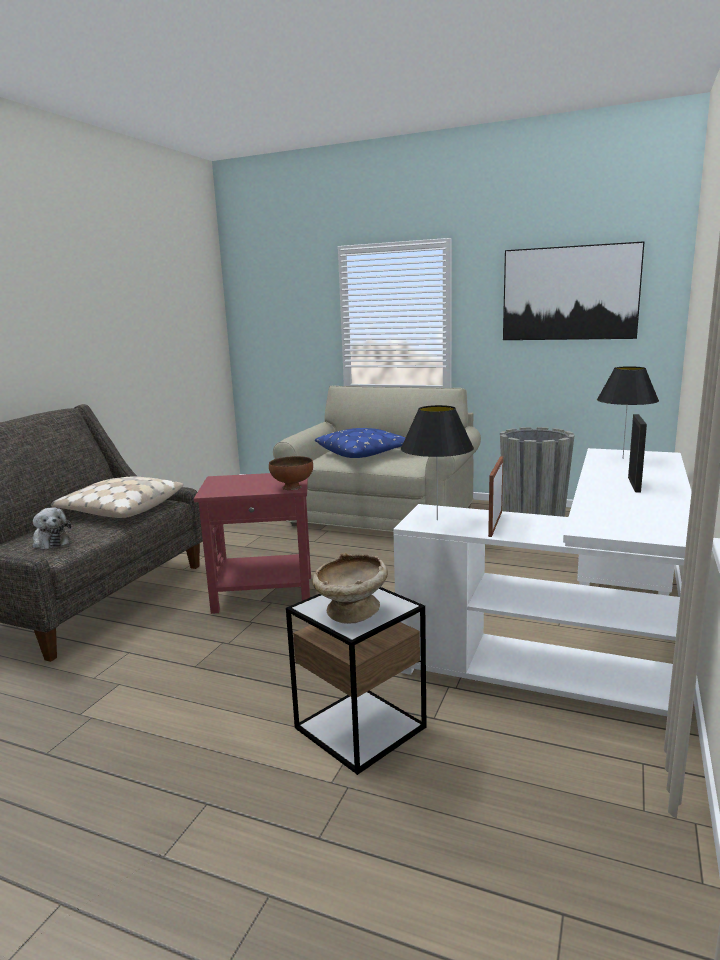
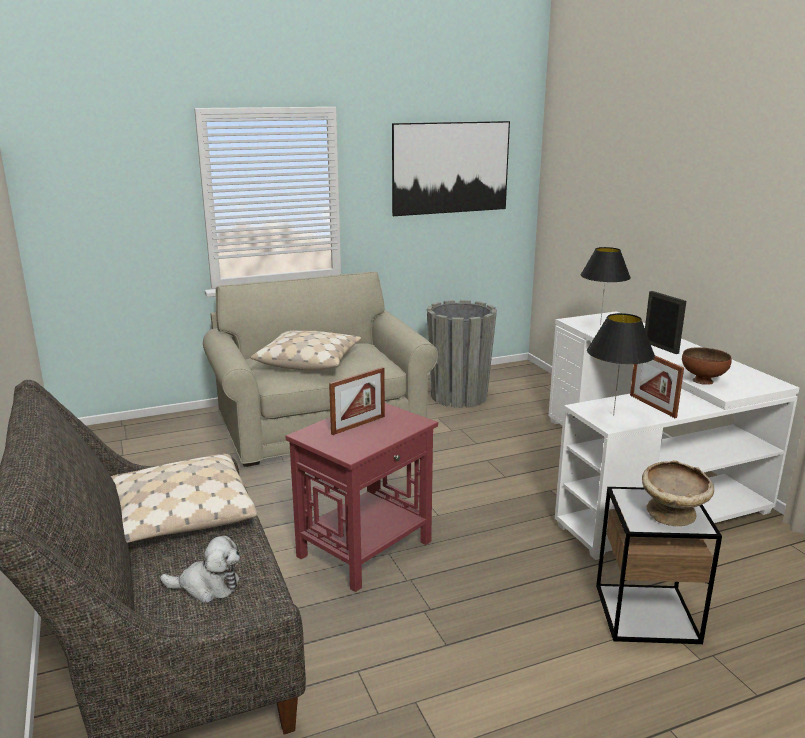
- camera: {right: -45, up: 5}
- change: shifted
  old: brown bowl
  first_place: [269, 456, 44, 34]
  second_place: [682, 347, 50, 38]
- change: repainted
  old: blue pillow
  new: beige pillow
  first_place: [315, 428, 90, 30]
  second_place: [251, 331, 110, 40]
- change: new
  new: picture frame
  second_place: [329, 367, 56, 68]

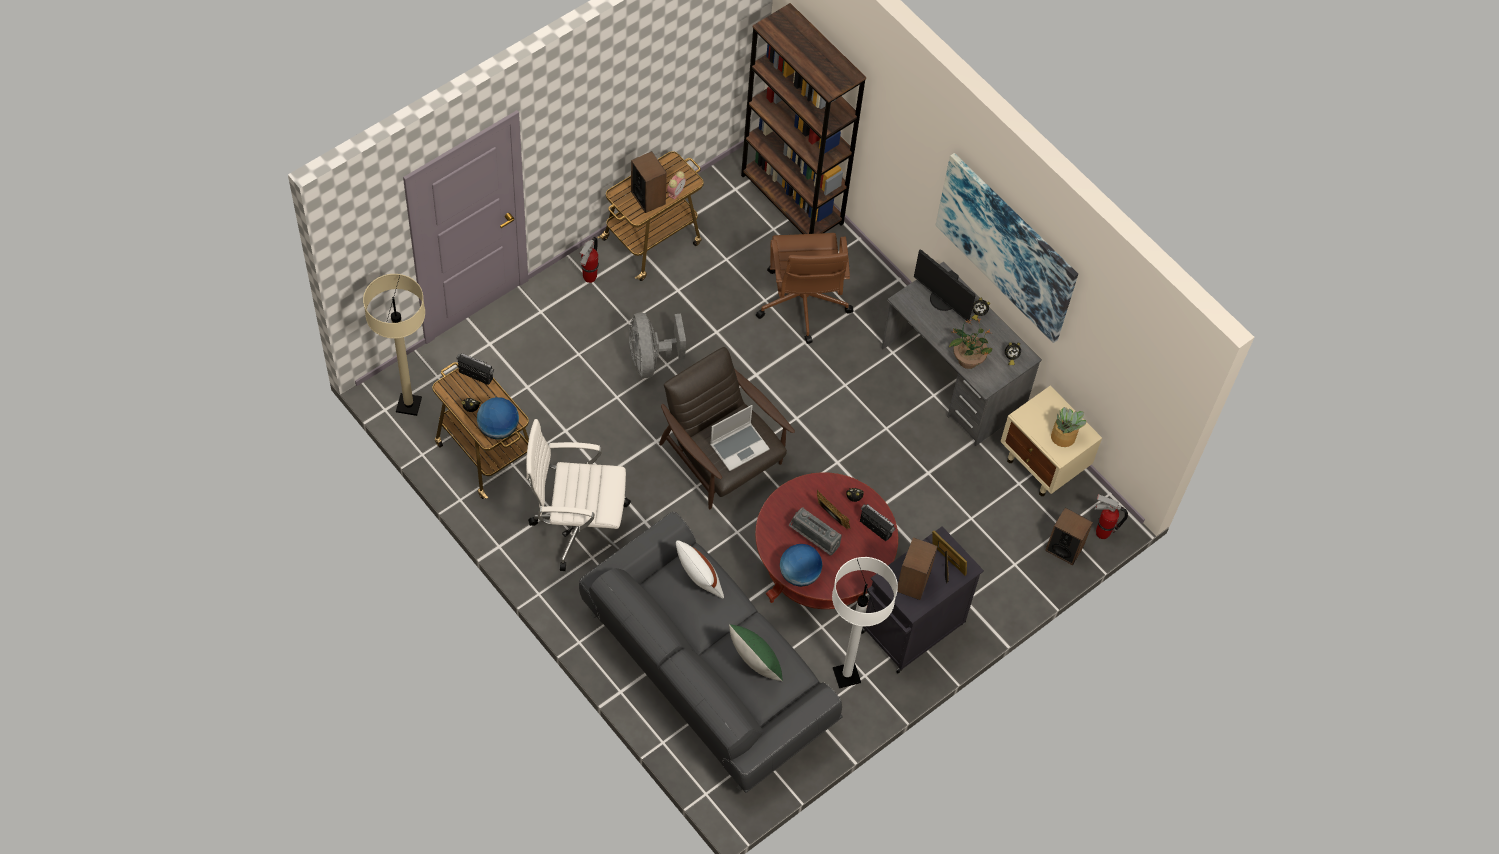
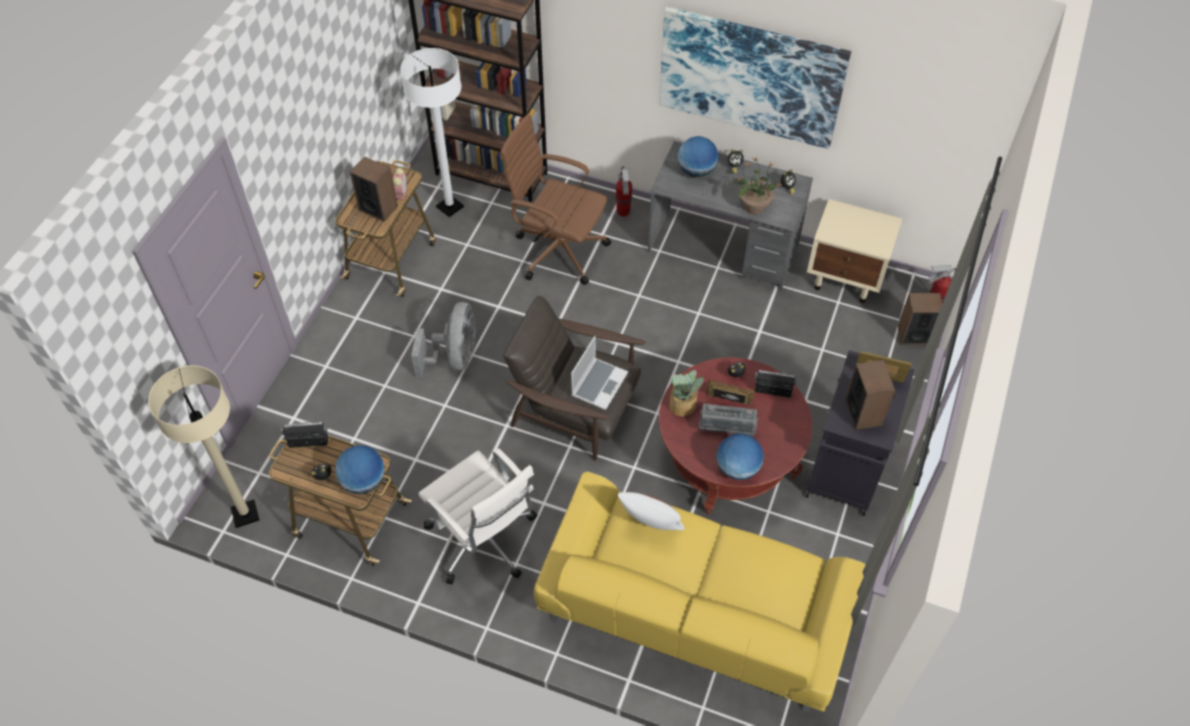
- camera: {right: -25, up: -5}
- change: rotated
  old: white office chair
  first_place: [526, 419, 105, 152]
  second_place: [418, 448, 119, 136]
  degrees: -105
- change: shifted
  old: fire extinguisher
  first_place: [579, 237, 20, 46]
  second_place: [615, 167, 17, 50]
- change: repainted
  old: grey sofa
  new: yellow sofa
  first_place: [579, 512, 264, 281]
  second_place: [534, 471, 331, 242]
- change: rotated
  old: grey fan
  first_place: [629, 313, 57, 65]
  second_place: [411, 302, 65, 75]
  degrees: -135
- change: gone
  old: green pillow
  first_place: [729, 624, 54, 57]
- change: rotated
  old: brown office chair
  first_place: [756, 233, 97, 111]
  second_place: [500, 114, 111, 171]
  degrees: 150
- change: shifted
  old: white floor lamp
  first_place: [832, 557, 66, 131]
  second_place: [401, 48, 63, 169]
- change: swapped
  old: monitor
  new: globe
  first_place: [914, 250, 62, 71]
  second_place: [678, 136, 40, 41]
- change: shifted
  old: potted plant
  first_place: [1051, 407, 36, 40]
  second_place: [669, 370, 35, 47]

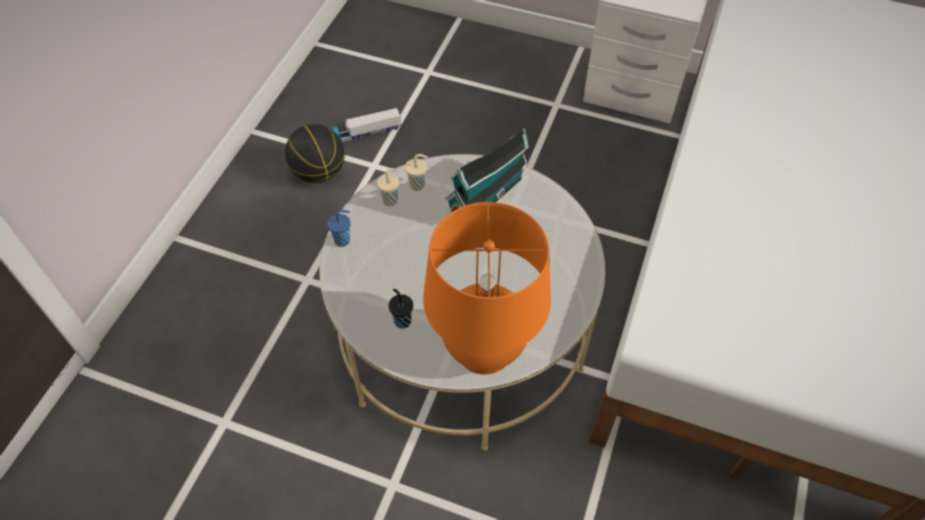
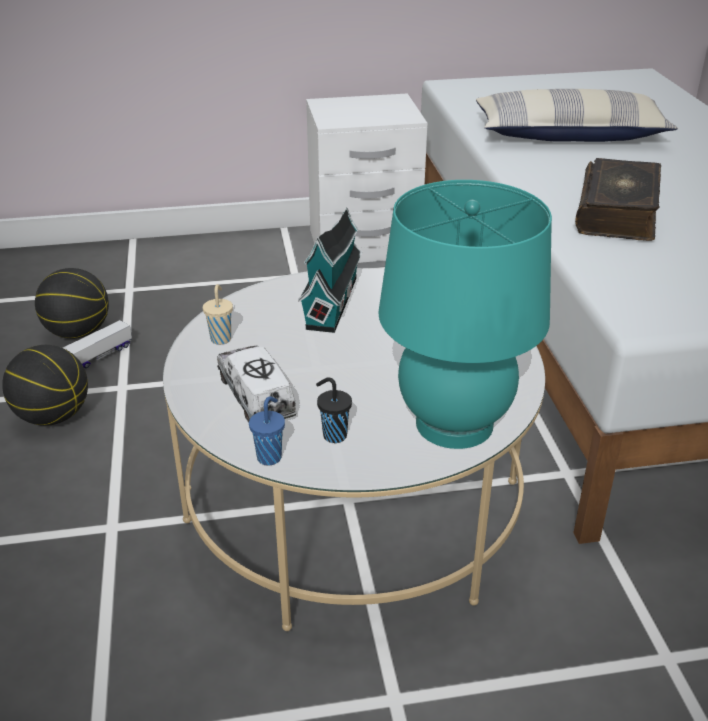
- camera: {right: -30, up: -20}
- change: shifted
  old: blue cup
  first_place: [327, 210, 23, 37]
  second_place: [249, 396, 36, 69]
- change: gone
  old: beige cup
  first_place: [405, 154, 22, 37]
- change: repainted
  old: orange table lamp
  new: turquoise table lamp
  first_place: [423, 202, 128, 172]
  second_place: [379, 180, 173, 269]
- change: new
  new: basketball
  second_place: [35, 268, 74, 71]
- change: new
  new: toy truck
  second_place: [217, 346, 80, 76]
- change: new
  new: pillow
  second_place: [476, 89, 202, 53]
- change: new
  new: book
  second_place: [575, 158, 86, 83]

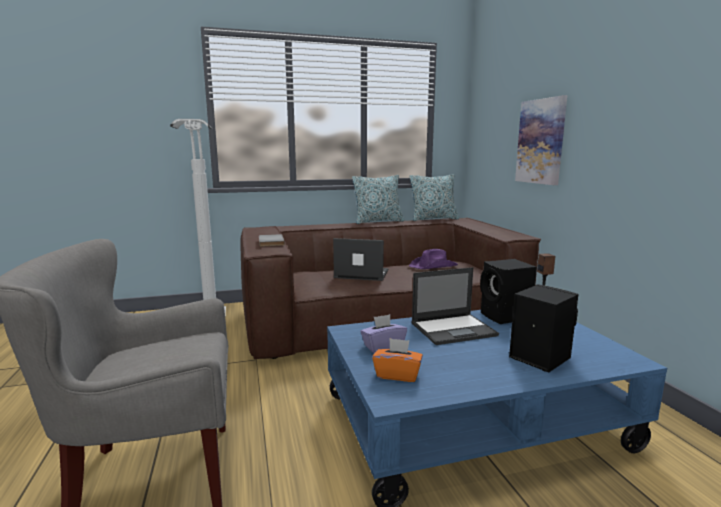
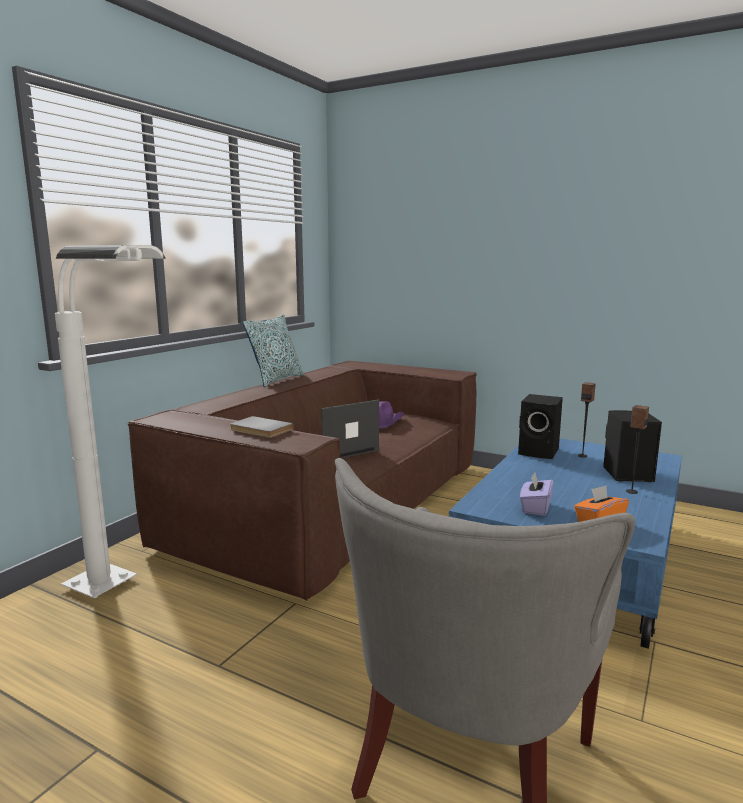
- camera: {right: -45, up: 0}
- change: gone
  old: pillow
  first_place: [409, 174, 50, 47]
- change: gone
  old: laptop
  first_place: [411, 267, 88, 78]
- change: gone
  old: picture
  first_place: [515, 95, 52, 90]
- change: new
  new: speaker
  second_place: [626, 405, 23, 89]

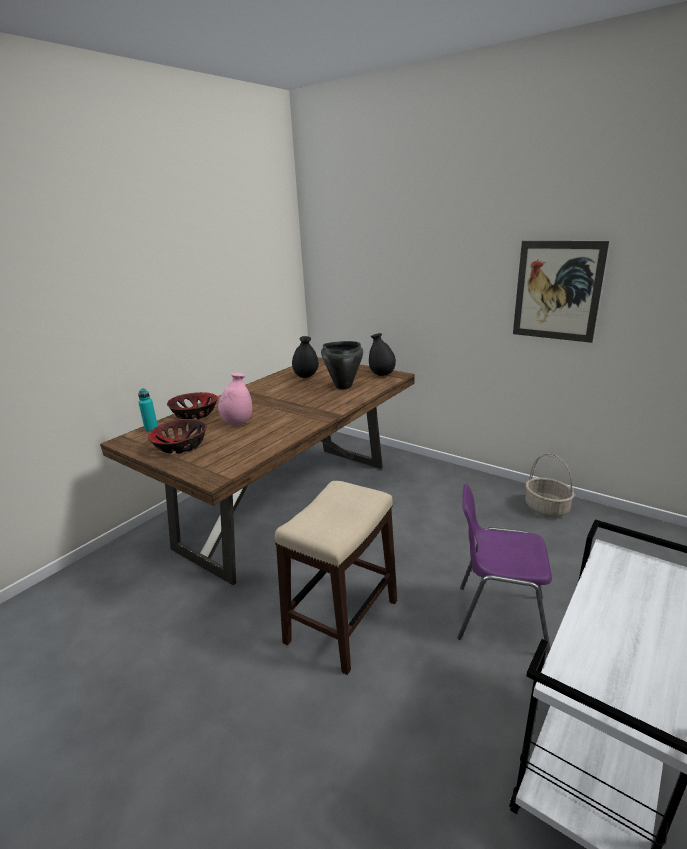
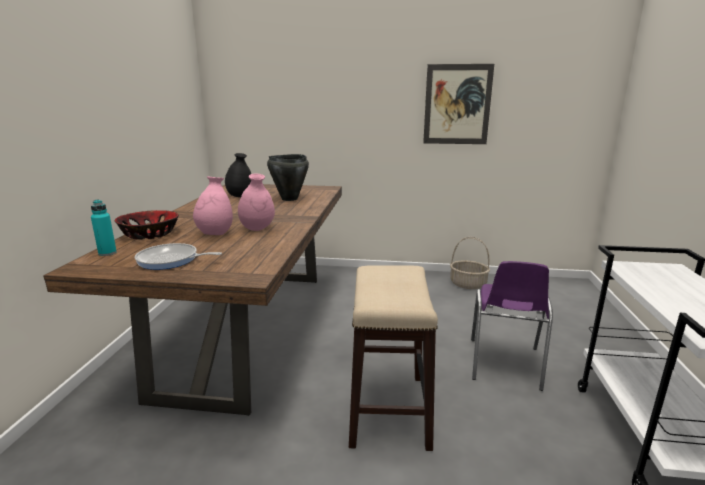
- camera: {right: -30, up: -5}
- change: swapped
  old: bowl
  new: frying pan
  first_place: [148, 419, 59, 35]
  second_place: [135, 243, 87, 27]
- change: gone
  old: black vase
  first_place: [369, 333, 27, 43]
- change: rotated
  old: purple chair
  first_place: [457, 484, 95, 172]
  second_place: [471, 261, 82, 130]
  degrees: -60
- change: new
  new: pink vase
  second_place: [238, 174, 37, 57]

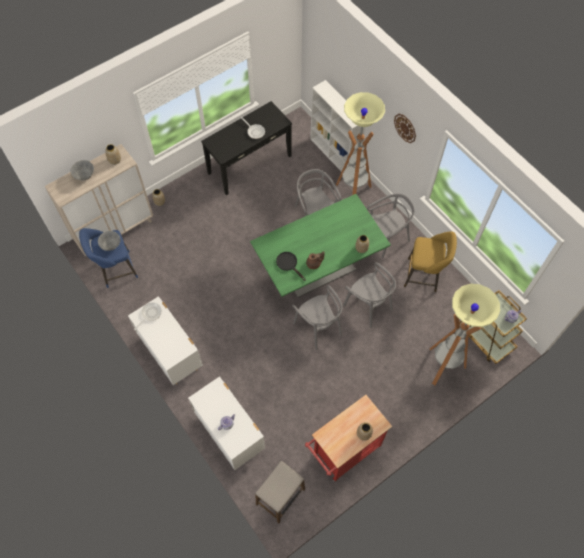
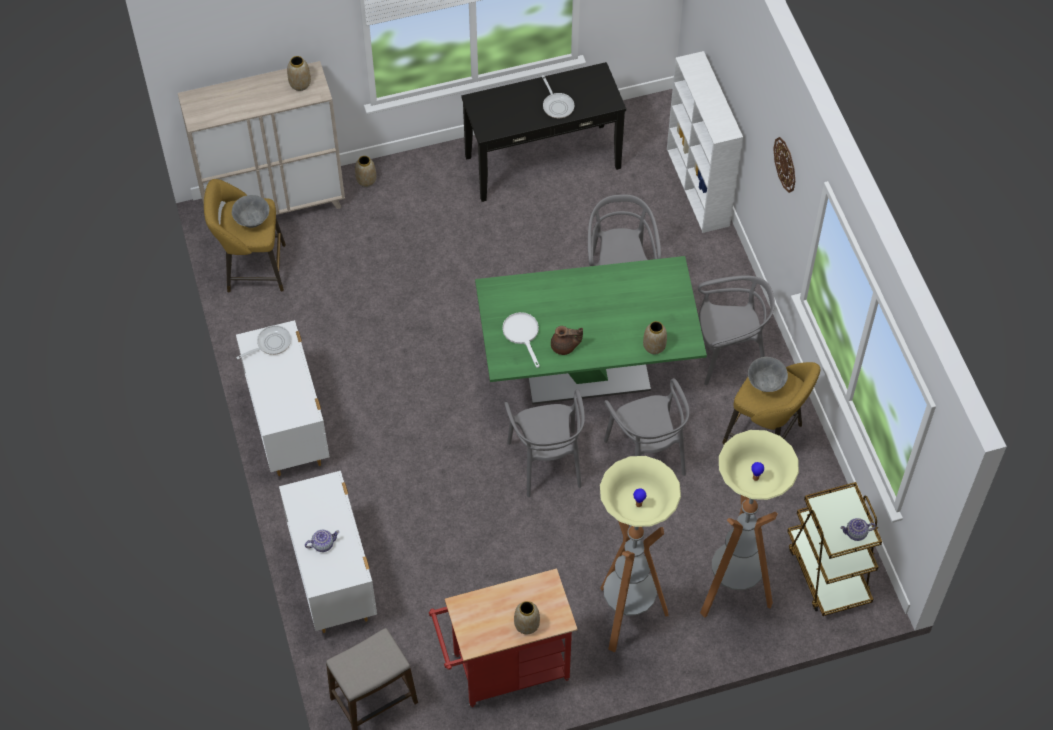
- camera: {right: 20, up: -5}
- change: shifted
  old: grey bowl
  first_place: [71, 160, 23, 20]
  second_place: [748, 357, 40, 35]
- change: repainted
  old: blue stool
  new: yellow stool
  first_place: [79, 228, 59, 60]
  second_place: [204, 179, 82, 113]
- change: repainted
  old: black frying pan
  new: white frying pan
  first_place: [276, 252, 30, 29]
  second_place: [502, 312, 38, 56]
- change: shifted
  old: floor lamp
  first_place: [336, 92, 49, 103]
  second_place: [600, 456, 81, 196]

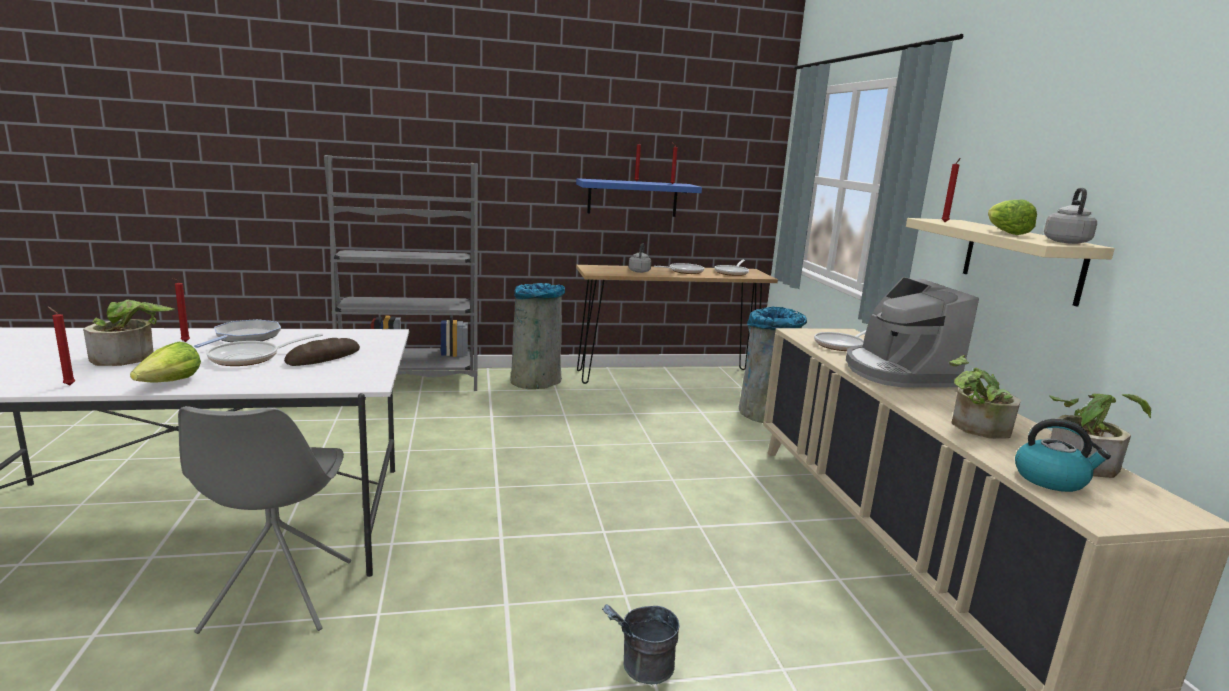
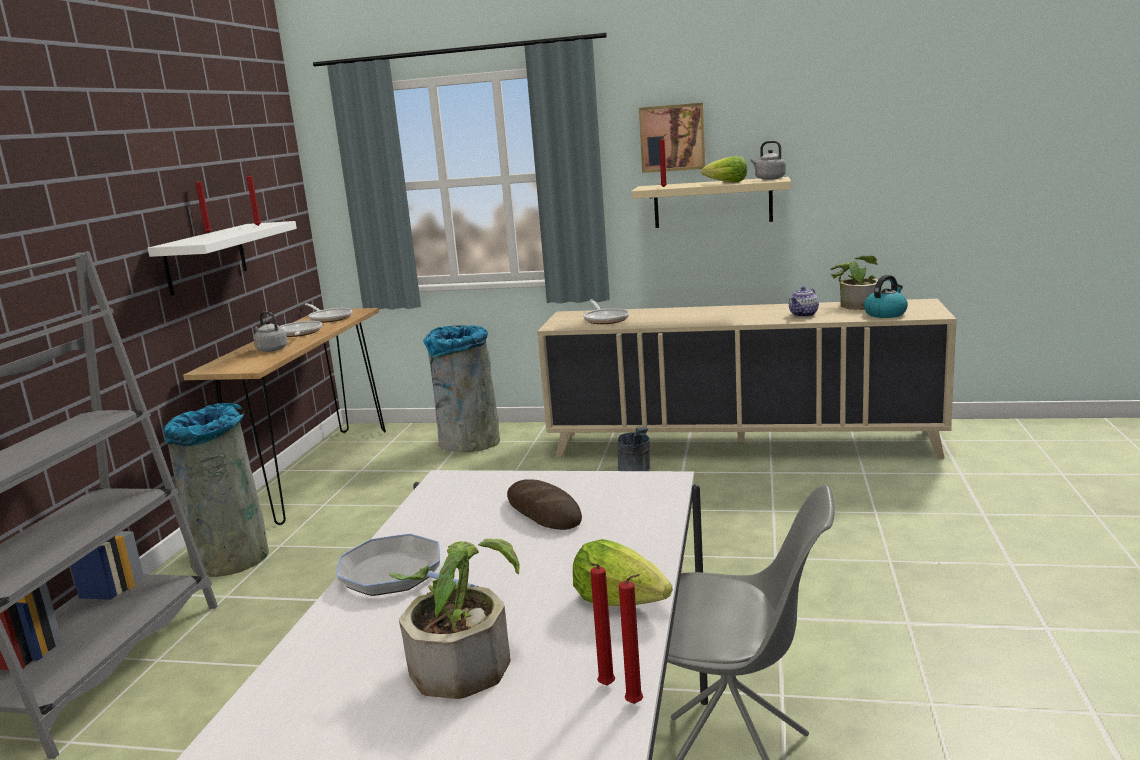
- camera: {right: -65, up: 0}
- change: shifted
  old: red candle
  first_place: [172, 278, 18, 64]
  second_place: [619, 574, 24, 130]
- change: gone
  old: frying pan
  first_place: [206, 333, 117, 33]
- change: repainted
  old: blue shelf
  new: white shelf
  first_place: [576, 178, 126, 39]
  second_place: [148, 221, 149, 75]
- change: shifted
  old: grey bucket
  first_place: [602, 604, 78, 80]
  second_place: [618, 427, 32, 44]
- change: gone
  old: coffee machine
  first_place: [846, 277, 133, 111]
- change: swapped
  old: potted plant
  new: teapot
  first_place: [949, 355, 72, 84]
  second_place: [789, 287, 30, 30]
- change: new
  new: picture
  second_place: [639, 103, 66, 70]

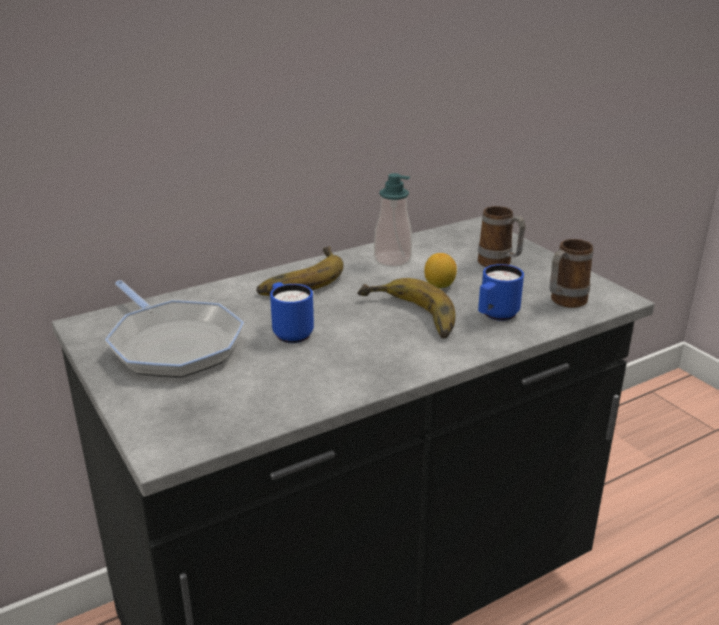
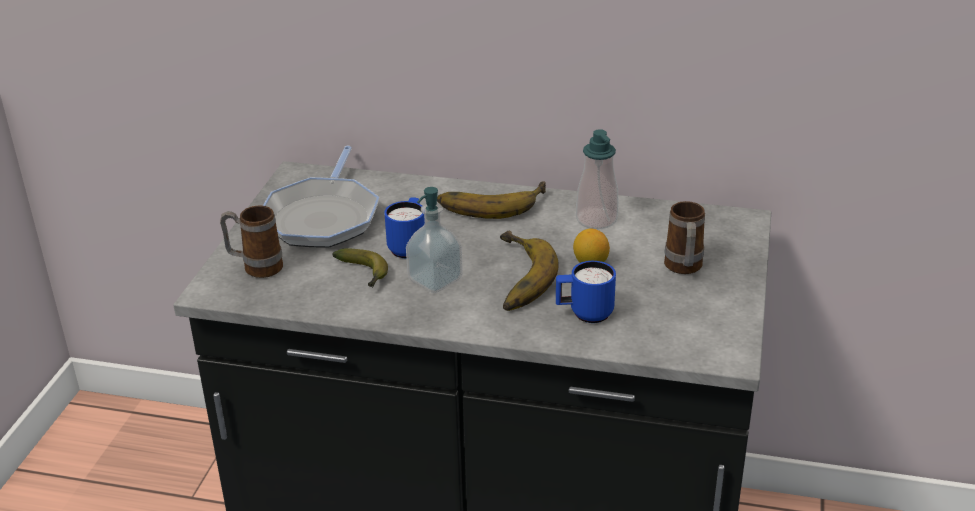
- camera: {right: 45, up: 5}
- change: shifted
  old: mug
  first_place: [550, 239, 43, 69]
  second_place: [220, 206, 63, 72]
- change: new
  new: banana
  second_place: [332, 248, 56, 40]
- change: new
  new: soap dispenser
  second_place: [406, 187, 57, 106]

